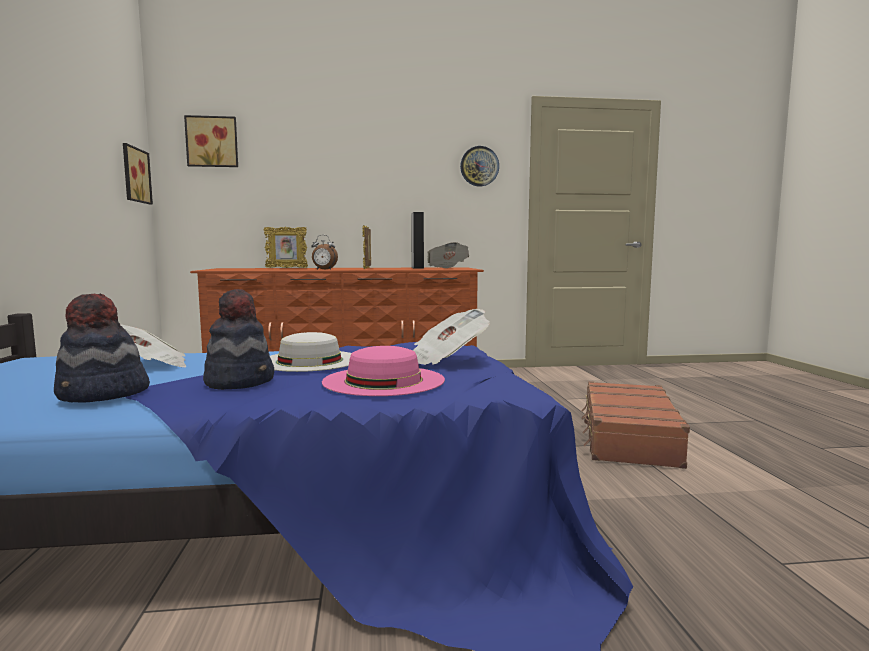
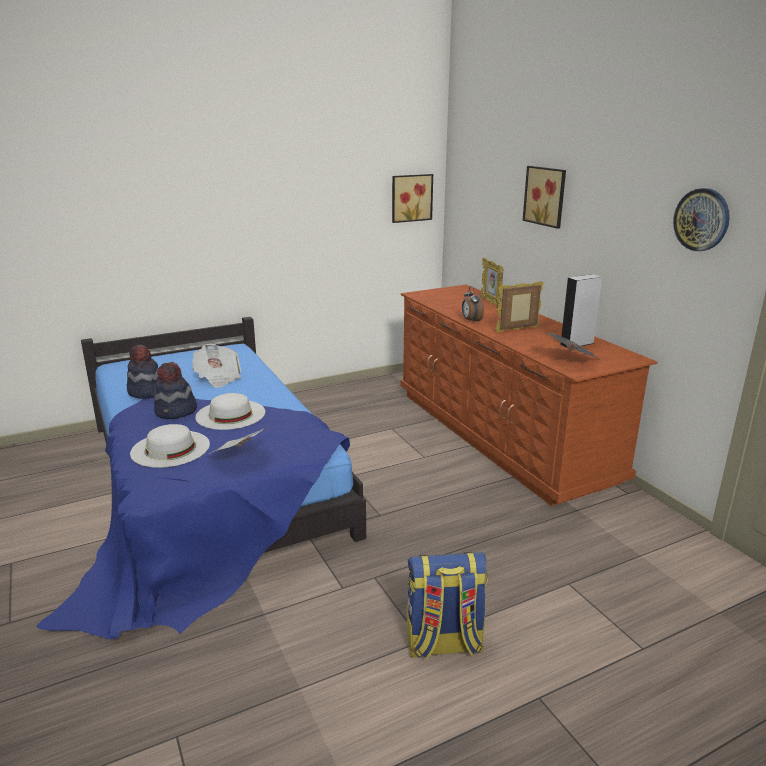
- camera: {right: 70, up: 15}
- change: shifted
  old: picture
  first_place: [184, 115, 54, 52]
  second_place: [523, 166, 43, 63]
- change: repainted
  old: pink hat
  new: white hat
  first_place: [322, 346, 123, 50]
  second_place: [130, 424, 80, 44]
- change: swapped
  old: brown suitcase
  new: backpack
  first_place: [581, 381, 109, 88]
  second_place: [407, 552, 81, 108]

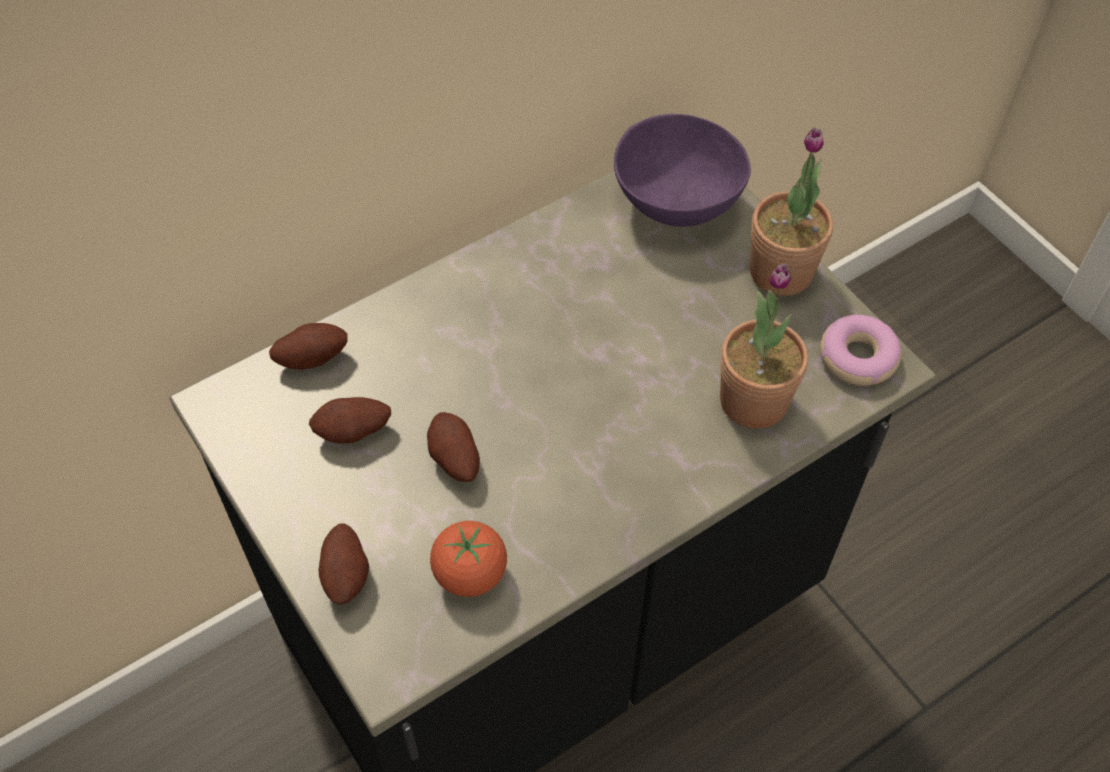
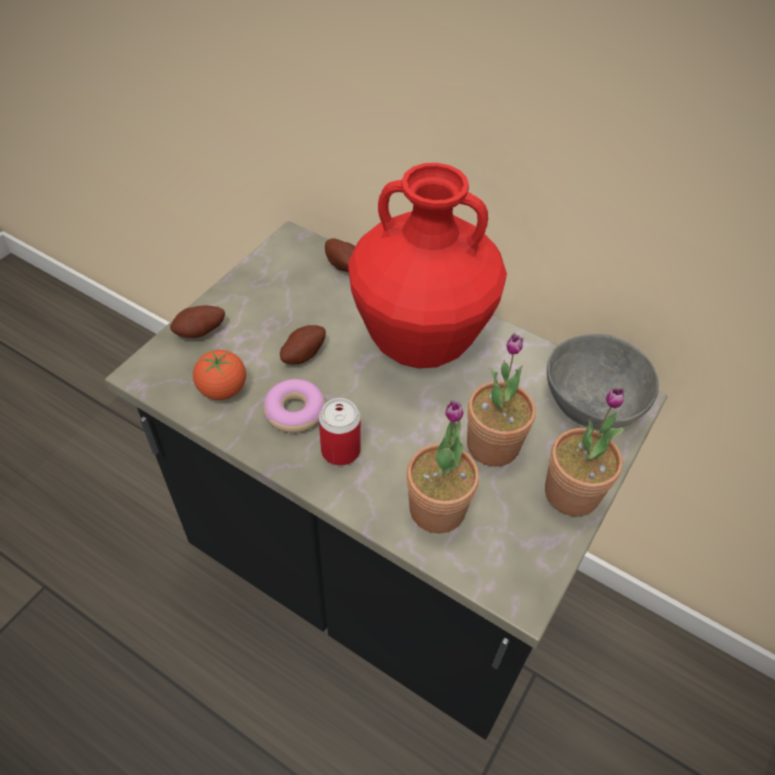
- camera: {right: 65, up: -5}
- change: gone
  old: potato
  first_place: [309, 397, 82, 47]
- change: repainted
  old: purple bowl
  new: grey bowl
  first_place: [614, 114, 137, 113]
  second_place: [547, 334, 112, 96]
- change: shifted
  old: donut
  first_place: [820, 315, 82, 71]
  second_place: [263, 379, 62, 54]
- change: new
  new: can
  second_place: [319, 398, 42, 68]
- change: new
  new: red vase
  second_place: [348, 163, 159, 206]
- change: new
  new: potted plant
  second_place: [467, 333, 69, 134]

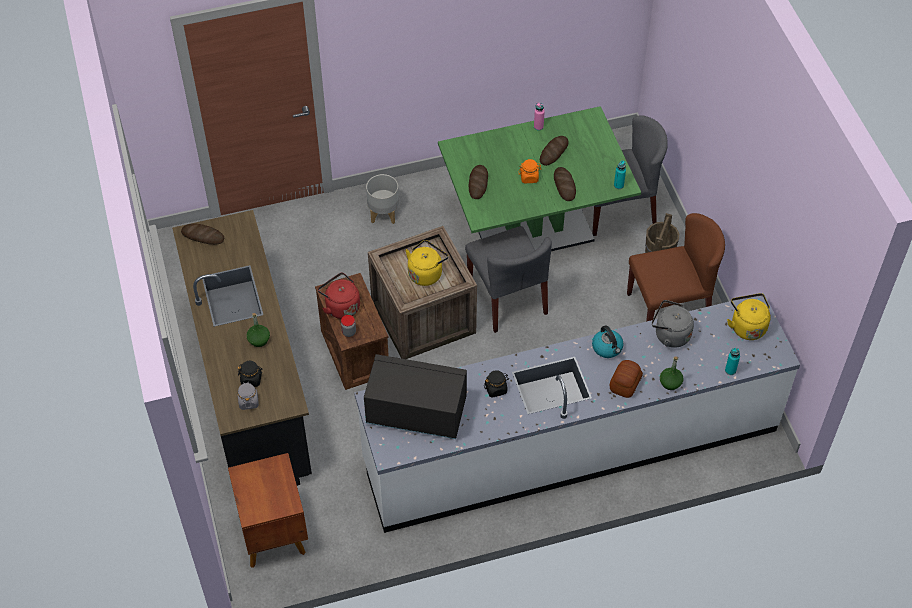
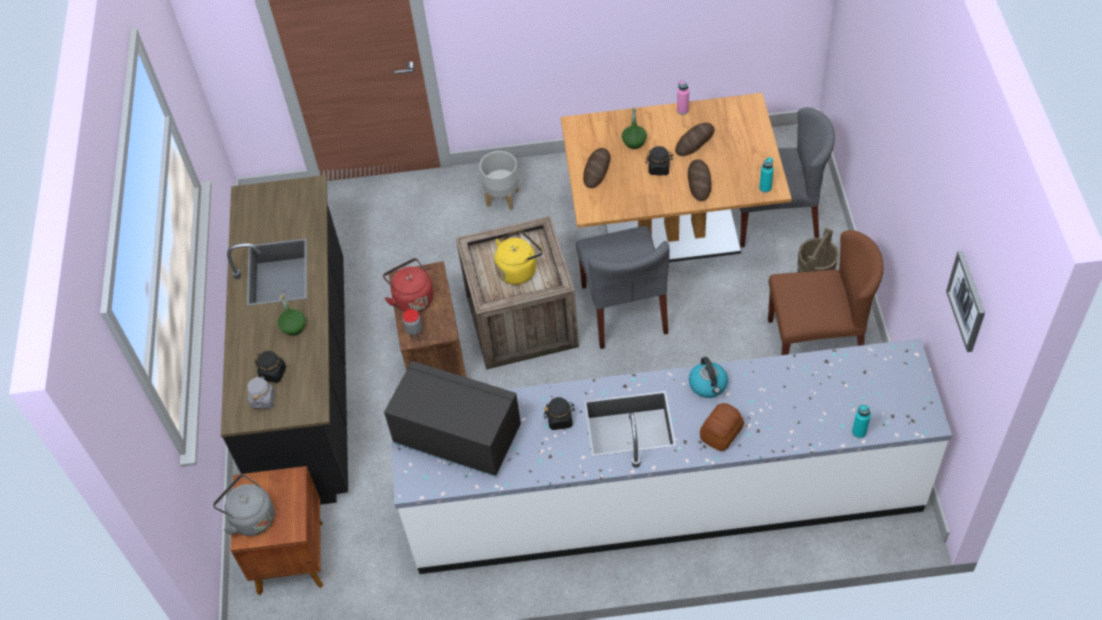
- camera: {right: 15, up: 0}
- change: gone
  old: bread
  first_place: [181, 223, 43, 22]
- change: repainted
  old: green dining table
  new: brown dining table
  first_place: [438, 106, 203, 145]
  second_place: [561, 93, 231, 169]
- change: repainted
  old: orange jar
  new: black jar
  first_place: [519, 159, 22, 24]
  second_place: [646, 146, 27, 29]
- change: shifted
  old: grey kettle
  first_place: [652, 300, 42, 48]
  second_place: [213, 474, 62, 62]
- change: shifted
  old: green bottle
  first_place: [660, 356, 24, 34]
  second_place: [622, 107, 25, 42]
- change: gone
  old: yellow kettle
  first_place: [727, 293, 44, 47]
- change: new
  new: picture
  second_place: [946, 250, 39, 102]

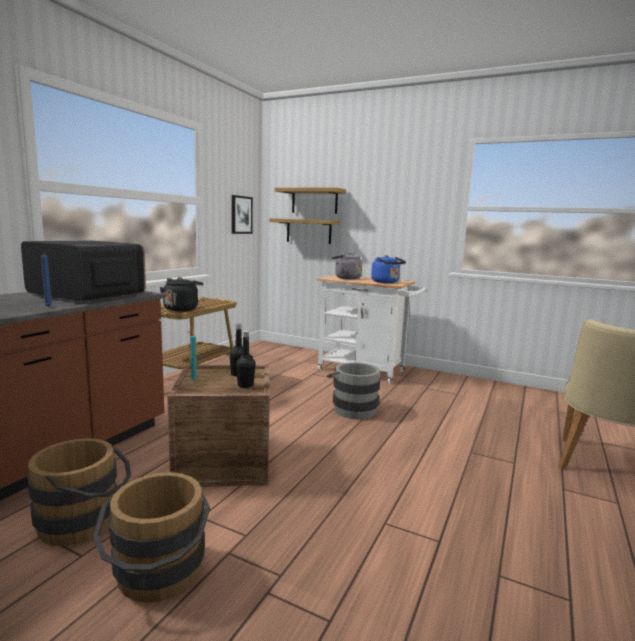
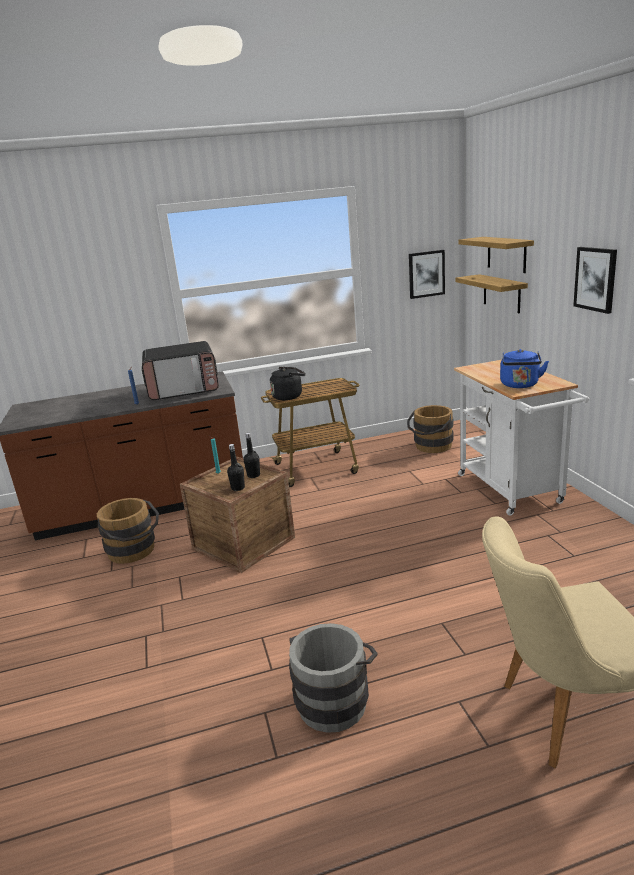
- camera: {right: 50, up: 10}
- change: rotated
  old: microwave
  first_place: [21, 240, 125, 62]
  second_place: [142, 341, 77, 59]
  degrees: 90
- change: shifted
  old: brown bucket
  first_place: [93, 472, 117, 131]
  second_place: [407, 405, 46, 48]
- change: shifted
  old: grey bucket
  first_place: [327, 362, 53, 57]
  second_place: [289, 623, 89, 110]
- change: gone
  old: grey kettle
  first_place: [332, 252, 30, 27]
- change: new
  new: picture
  second_place: [573, 247, 44, 67]

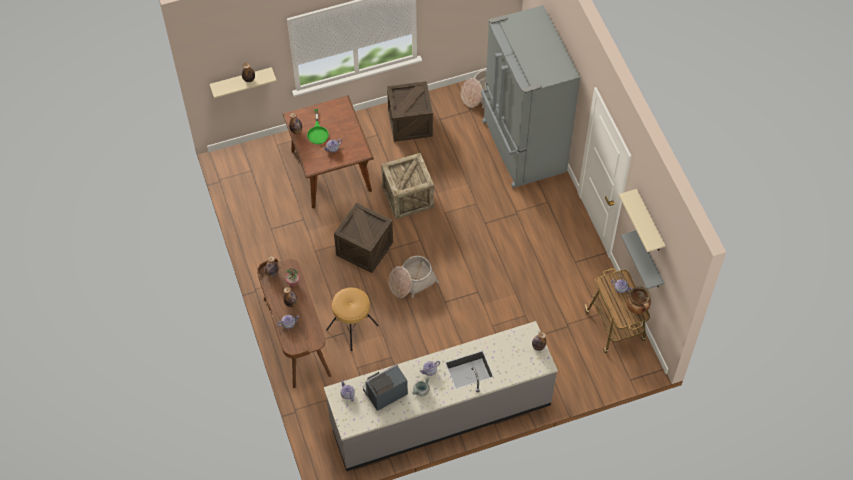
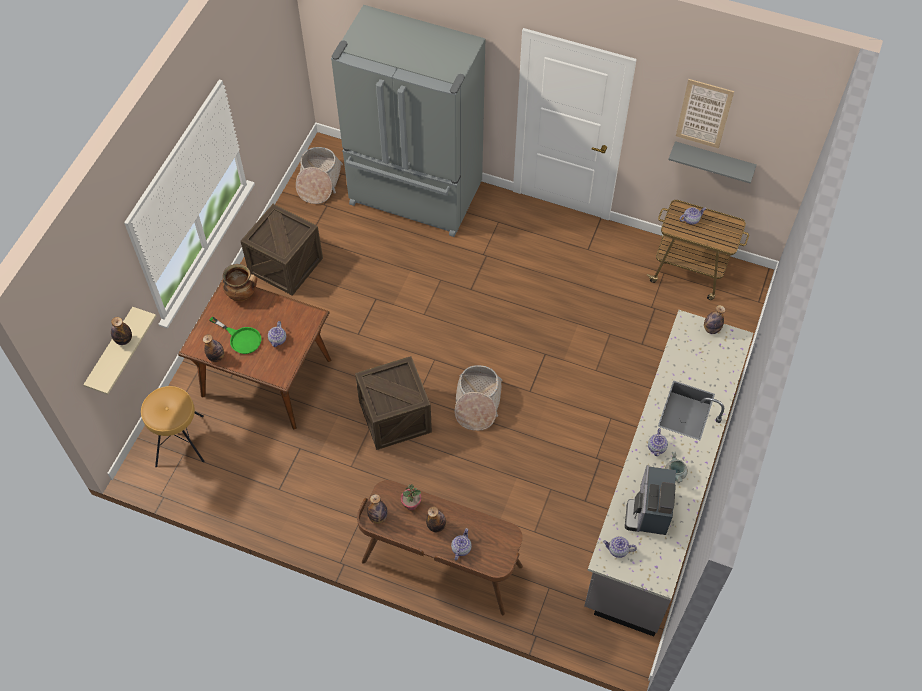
- camera: {right: -50, up: 0}
- change: shifted
  old: brown stool
  first_place: [326, 288, 53, 63]
  second_place: [141, 386, 63, 81]
- change: gone
  old: crate
  first_place: [381, 153, 53, 66]
- change: swapped
  old: beige shelf
  new: picture
  first_place: [619, 189, 47, 63]
  second_place: [676, 79, 58, 69]
- change: shifted
  old: cooking pot
  first_place: [626, 286, 25, 28]
  second_place: [222, 264, 35, 37]

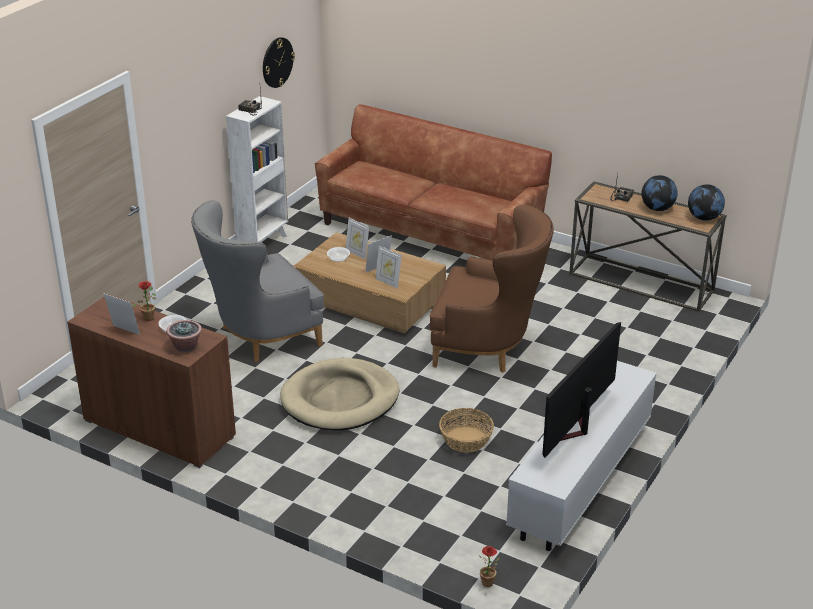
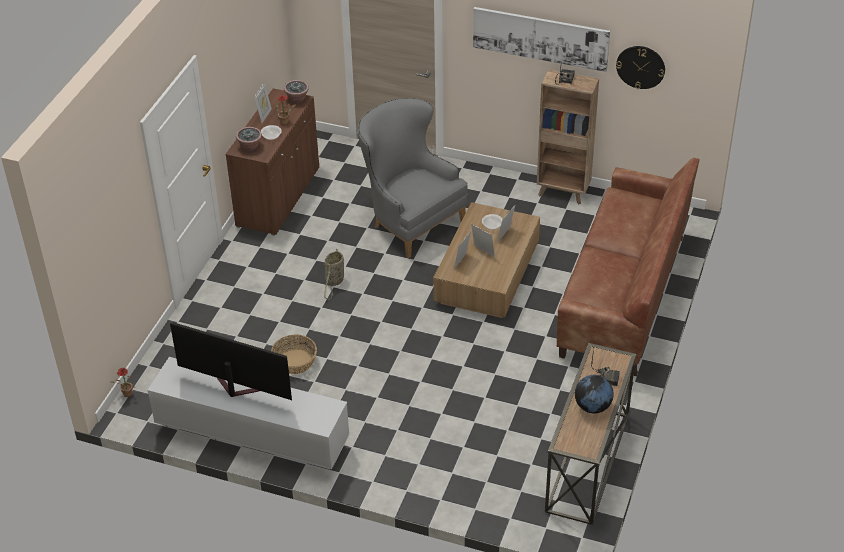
- camera: {right: 80, up: 10}
- change: repainted
  old: white bookcase
  new: brown bookcase
  first_place: [226, 96, 62, 146]
  second_place: [537, 69, 62, 136]
- change: swapped
  old: beige dog bed
  new: basket
  first_place: [280, 358, 119, 72]
  second_place: [324, 249, 20, 50]
- change: gone
  old: brown armchair
  first_place: [429, 205, 125, 168]
- change: gone
  old: globe
  first_place: [688, 184, 37, 37]
- change: new
  new: potted plant
  second_place: [284, 80, 25, 24]
- change: new
  new: picture
  second_place: [473, 7, 137, 65]

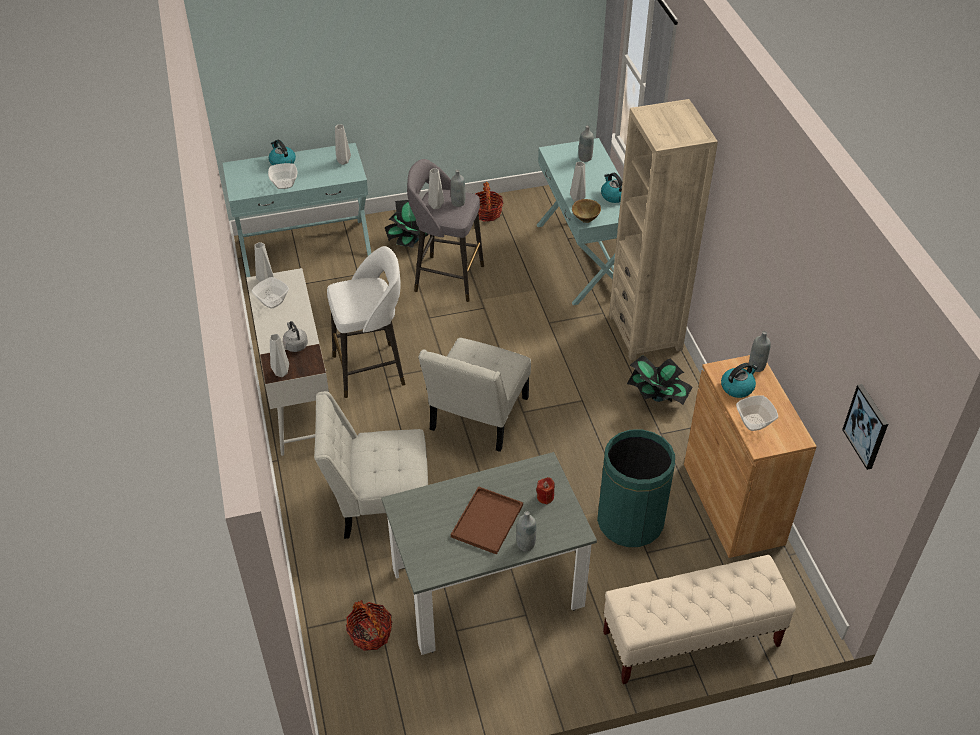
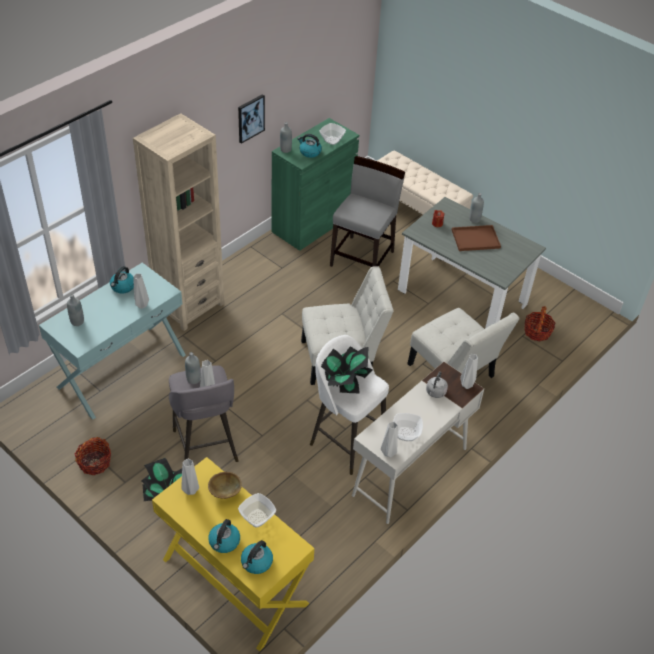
- camera: {right: -125, up: 0}
- change: repainted
  old: turquoise console table
  new: yellow console table
  first_place: [223, 143, 148, 134]
  second_place: [152, 457, 163, 195]
- change: shifted
  old: brown bowl
  first_place: [572, 199, 29, 24]
  second_place: [208, 472, 34, 27]
- change: swapped
  old: green trash can
  new: grey chair
  first_place: [597, 429, 78, 118]
  second_place: [330, 156, 75, 111]
- change: shifted
  old: potted plant
  first_place: [627, 355, 65, 50]
  second_place: [321, 346, 51, 47]
- change: repainted
  old: brown cabinet
  new: green cabinet
  first_place: [684, 355, 133, 203]
  second_place: [272, 118, 87, 133]
- change: shifted
  old: picture
  first_place: [842, 384, 46, 86]
  second_place: [238, 94, 27, 50]
- change: new
  new: kettle
  second_place: [241, 540, 32, 34]

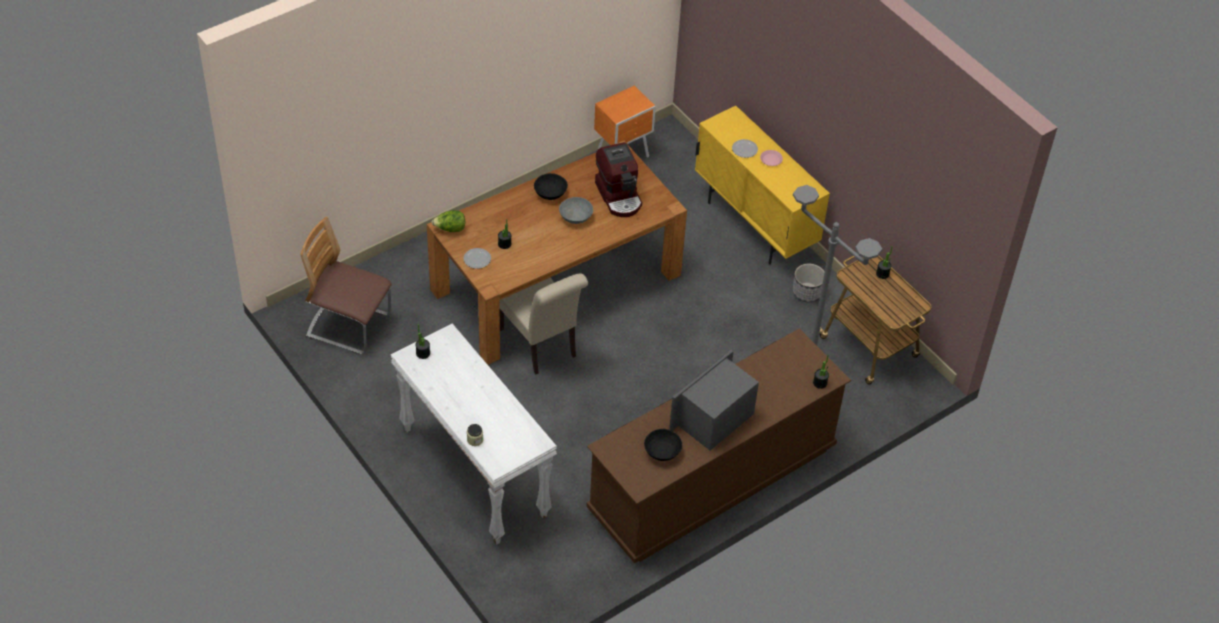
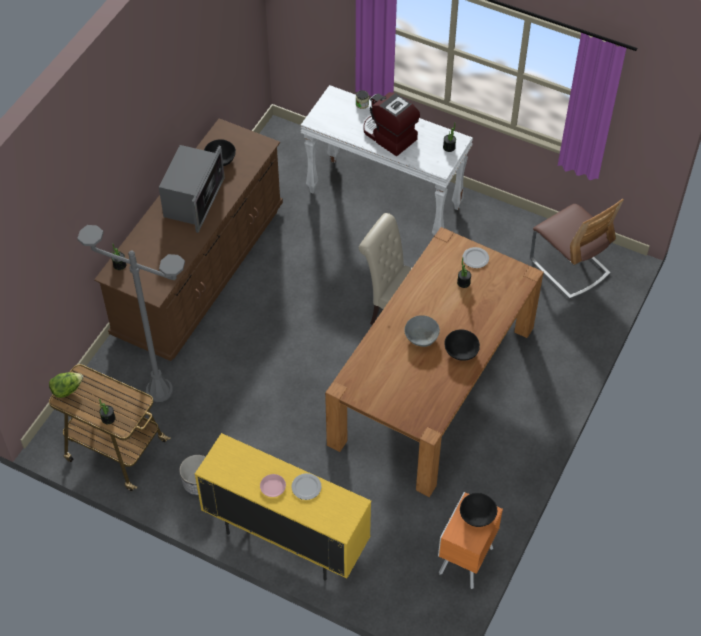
- camera: {right: 155, up: 5}
- change: rotated
  old: chair
  first_place: [300, 217, 91, 137]
  second_place: [530, 199, 94, 100]
  degrees: 60
- change: shifted
  old: lettuce
  first_place: [432, 210, 33, 22]
  second_place: [49, 372, 34, 26]
- change: shifted
  old: coffee machine
  first_place: [595, 142, 47, 75]
  second_place: [363, 92, 57, 64]
- change: new
  new: black bowl
  second_place: [460, 493, 37, 34]

